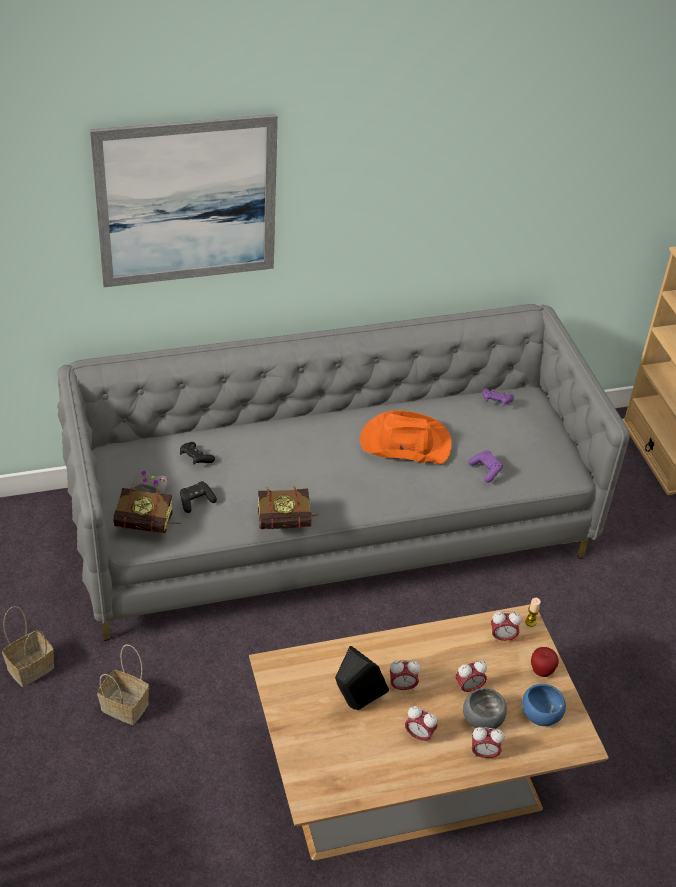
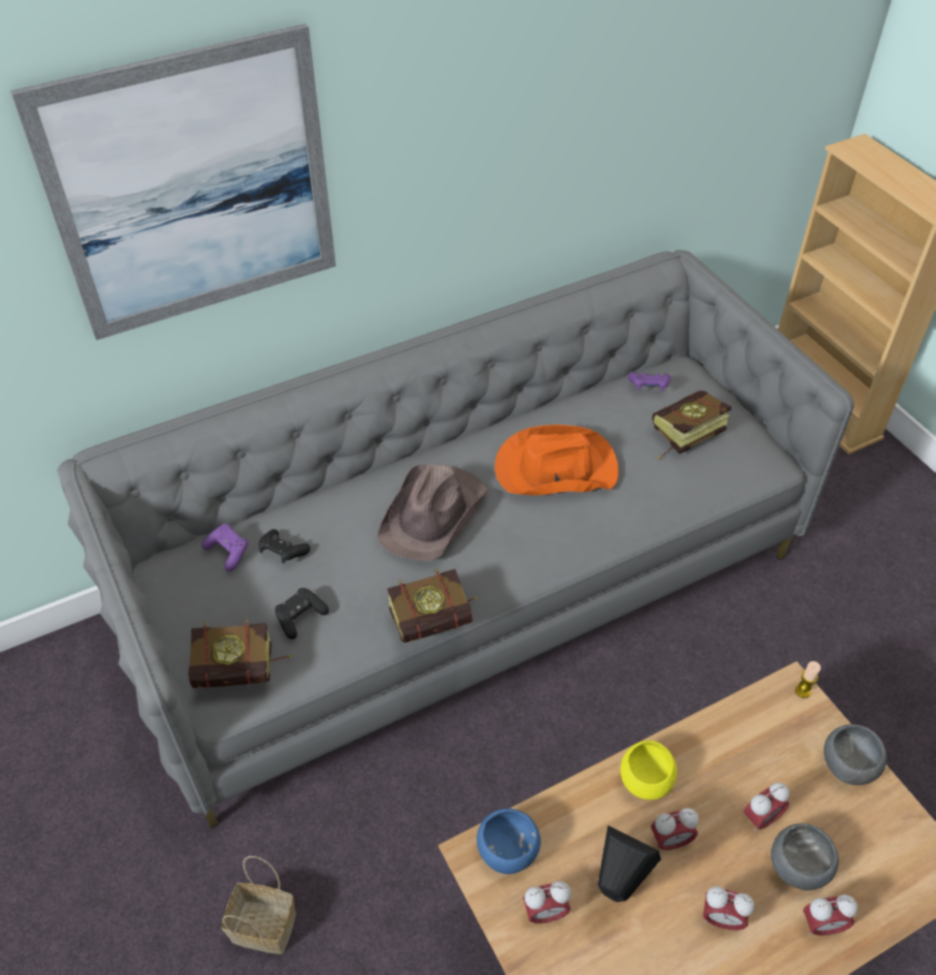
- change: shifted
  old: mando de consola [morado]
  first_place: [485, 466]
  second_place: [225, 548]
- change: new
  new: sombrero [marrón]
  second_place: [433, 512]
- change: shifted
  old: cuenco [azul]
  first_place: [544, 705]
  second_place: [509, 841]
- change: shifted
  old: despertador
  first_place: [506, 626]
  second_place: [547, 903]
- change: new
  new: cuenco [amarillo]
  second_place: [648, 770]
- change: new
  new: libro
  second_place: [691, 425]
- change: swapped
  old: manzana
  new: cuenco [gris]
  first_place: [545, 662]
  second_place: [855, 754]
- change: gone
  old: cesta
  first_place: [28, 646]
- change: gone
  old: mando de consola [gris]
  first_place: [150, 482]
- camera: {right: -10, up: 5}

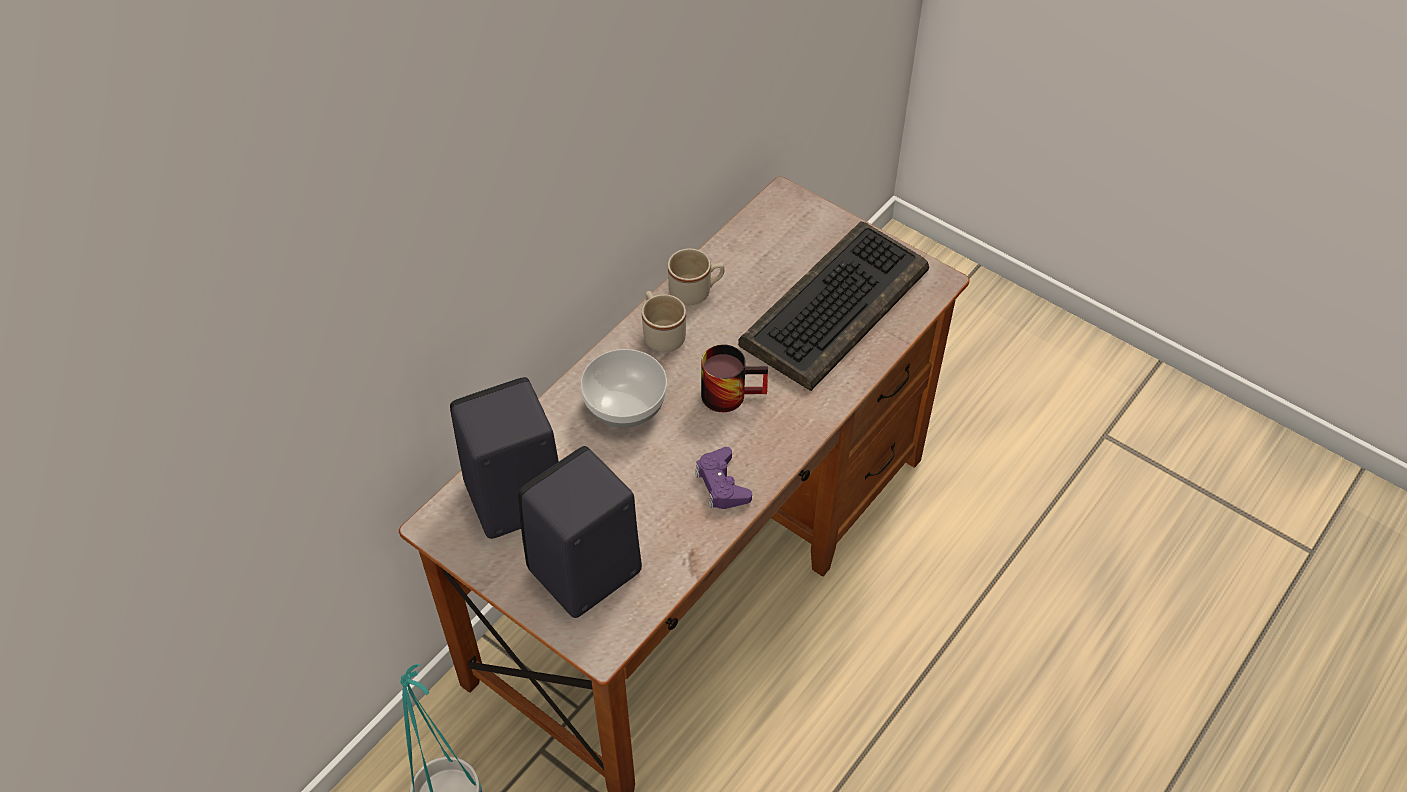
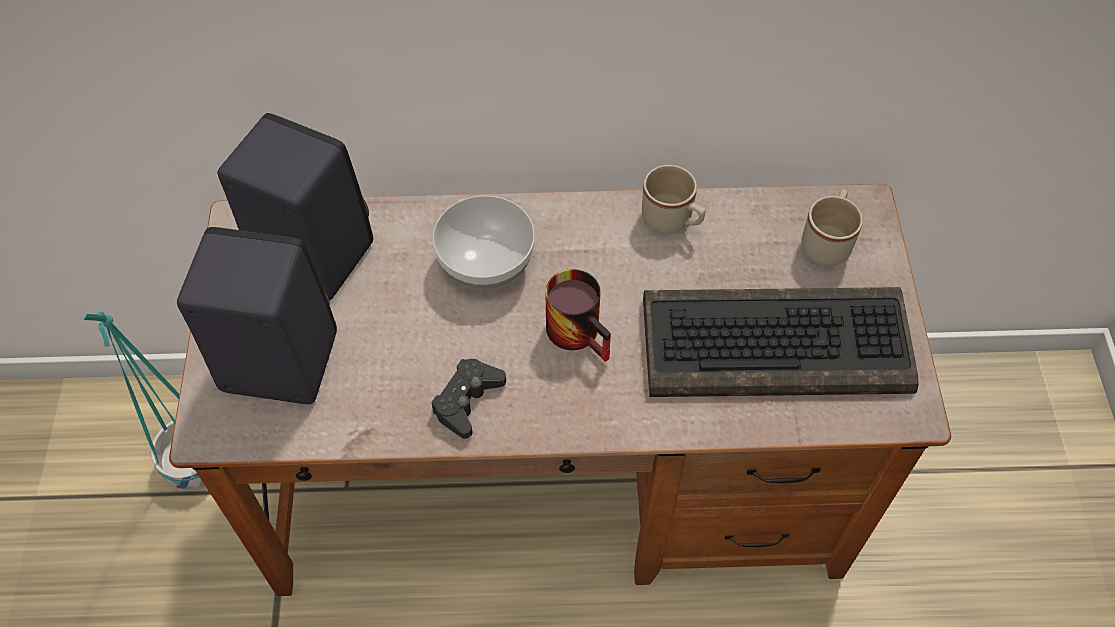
- change: repainted
  old: mando de consola [morado]
  new: mando de consola [negro]
  first_place: [723, 478]
  second_place: [468, 399]
- change: shifted
  old: taza grande [beis]
  first_place: [664, 321]
  second_place: [832, 227]
- camera: {right: 50, up: 5}

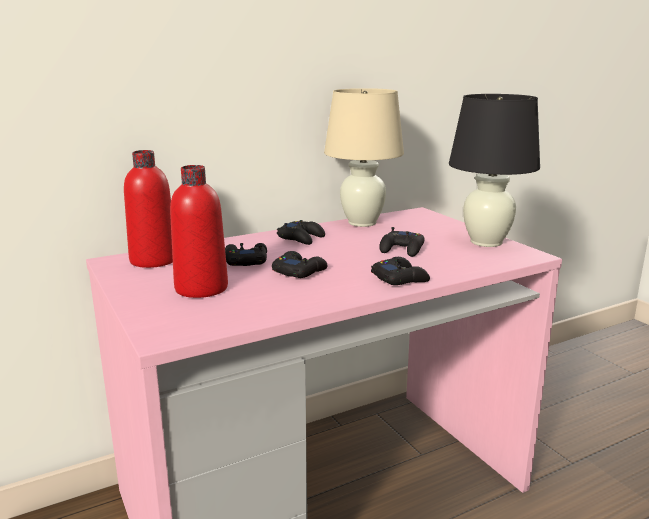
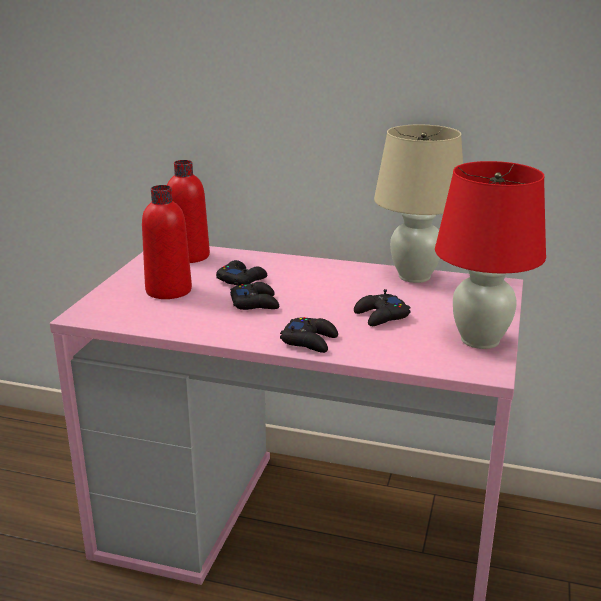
- change: repainted
  old: lámpara de mesa [negro]
  new: lámpara de mesa [rojo]
  first_place: [494, 170]
  second_place: [490, 255]
- change: gone
  old: mando de consola [negro]
  first_place: [301, 232]
- camera: {right: 45, up: 5}

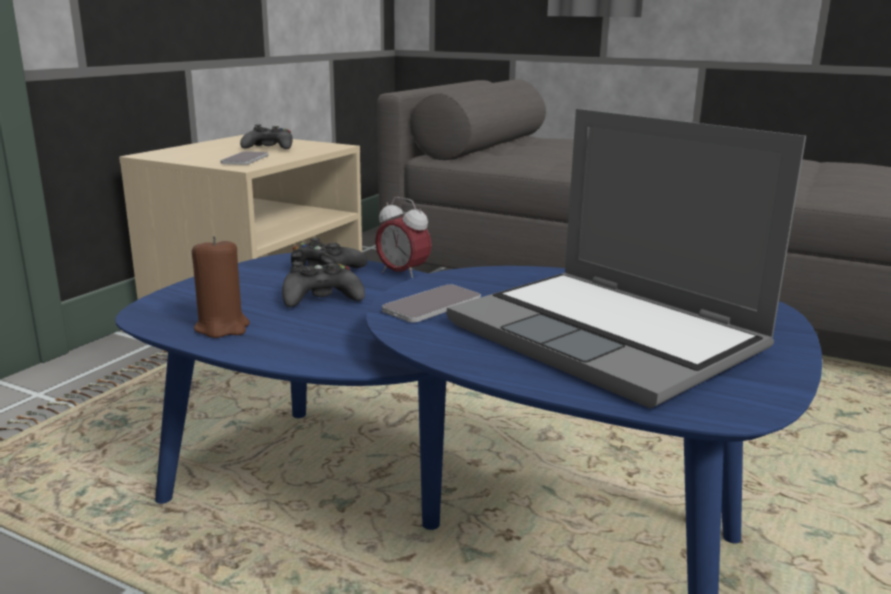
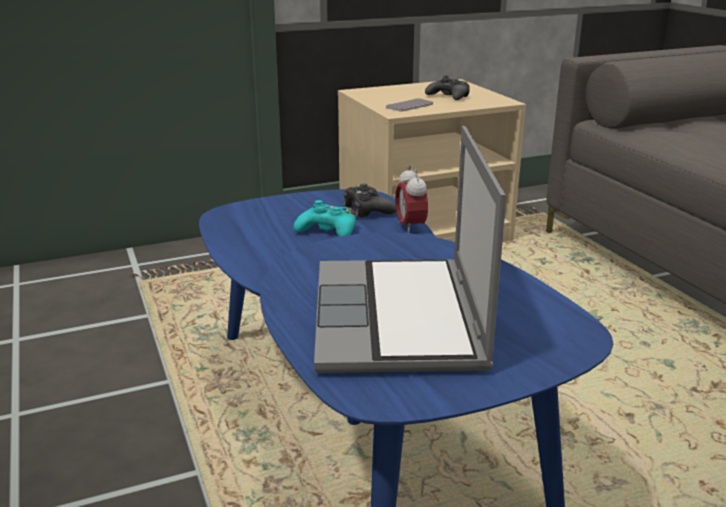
- change: repainted
  old: mando de consola [negro]
  new: mando de consola [turquesa]
  first_place: [323, 284]
  second_place: [325, 218]
- change: gone
  old: vela [marrón]
  first_place: [221, 287]
- change: gone
  old: móvil
  first_place: [431, 303]
- camera: {right: 40, up: 5}

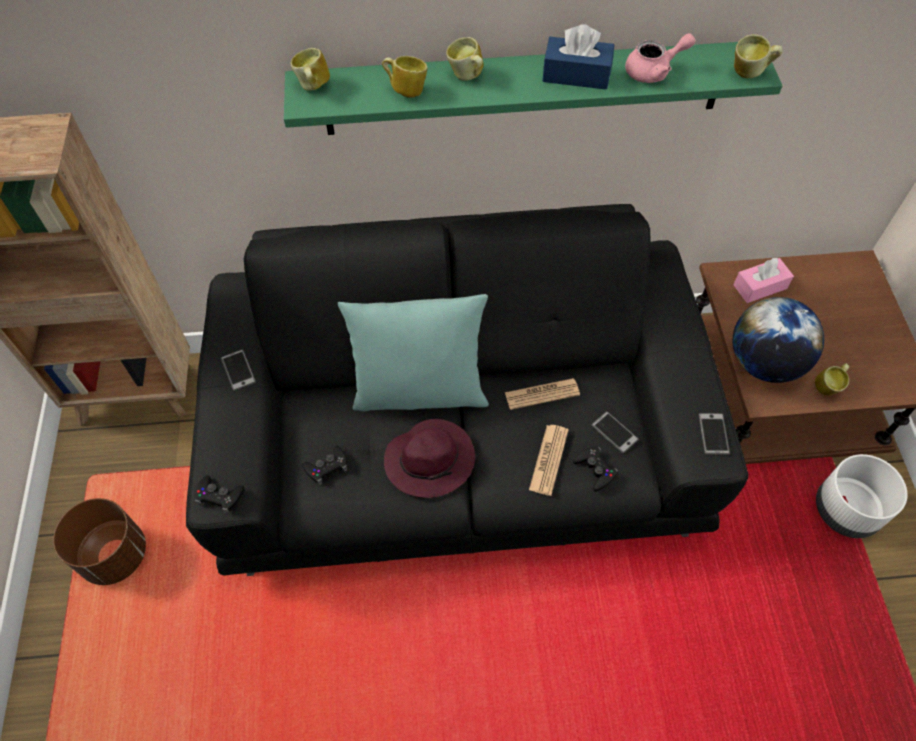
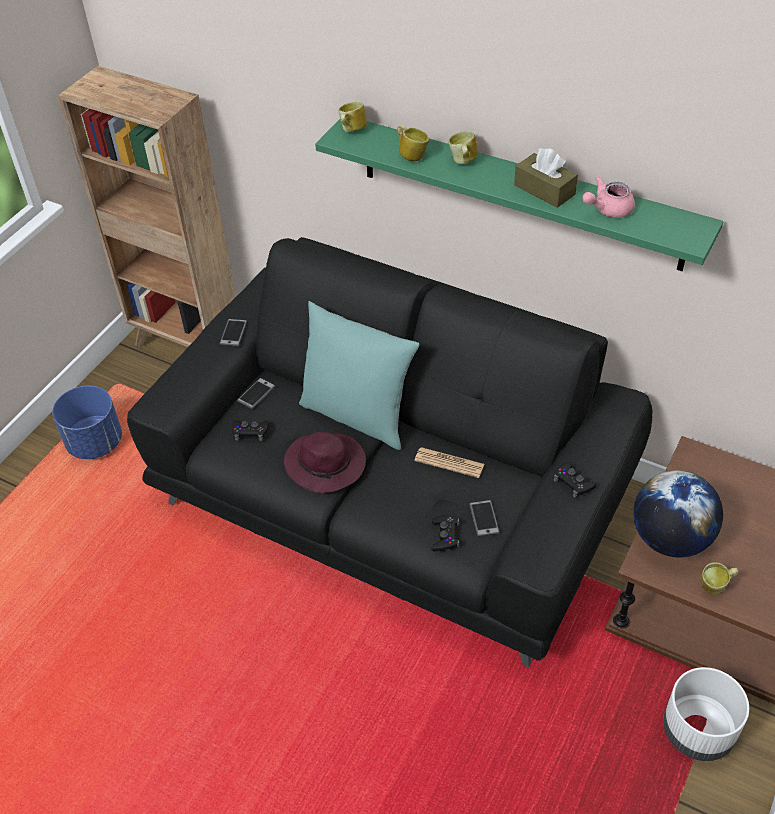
- change: repainted
  old: maceta [marrón]
  new: maceta [azul]
  first_place: [99, 541]
  second_place: [87, 422]
- change: shifted
  old: móvil
  first_place: [714, 434]
  second_place: [256, 393]
- change: repainted
  old: caja de pañuelos [azul]
  new: caja de pañuelos [marrón]
  first_place: [578, 57]
  second_place: [546, 178]
- change: shifted
  old: mando de consola [negro]
  first_place: [220, 494]
  second_place: [575, 480]
- change: rotated
  old: tetera [rosa]
  first_place: [660, 58]
  second_place: [608, 197]
  degrees: 135
- change: gone
  old: periódico
  first_place: [549, 460]
- change: gone
  old: caja de pañuelos [rosa]
  first_place: [763, 280]
- change: gone
  old: taza grande
  first_place: [758, 56]
- camera: {right: 35, up: -10}

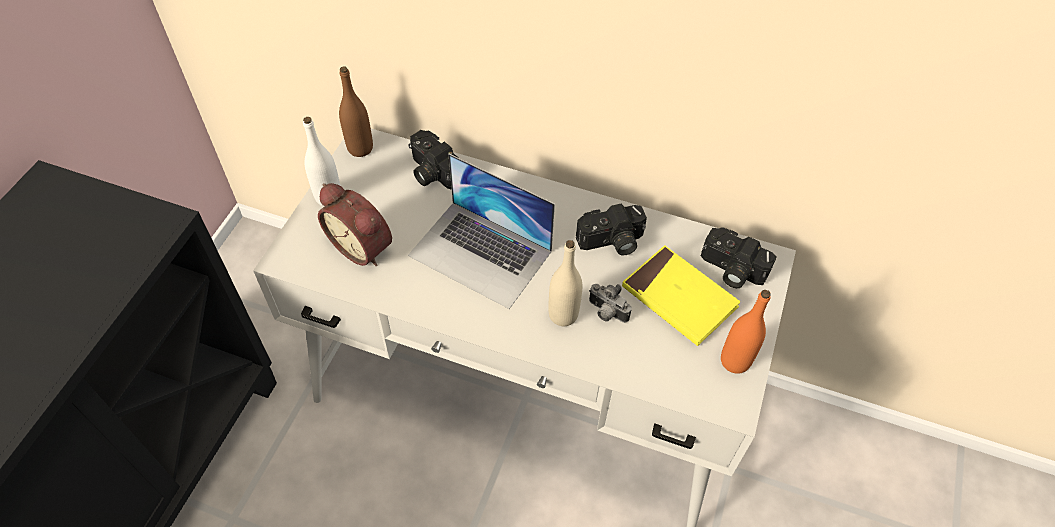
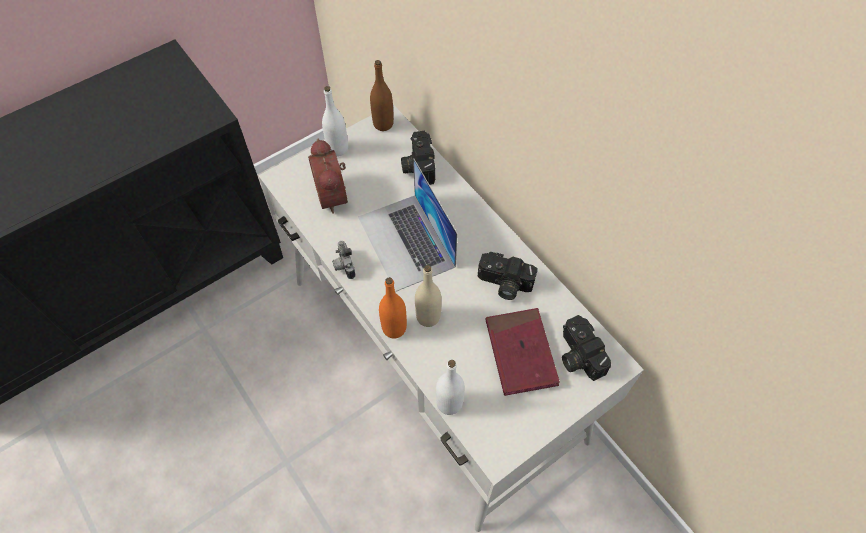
- change: shifted
  old: cámara
  first_place: [610, 303]
  second_place: [344, 260]
- change: shifted
  old: botella [naranja]
  first_place: [746, 332]
  second_place: [393, 308]
- change: new
  new: botella [blanco]
  second_place: [450, 387]
- change: repainted
  old: libro [amarillo]
  new: libro [rojo]
  first_place: [681, 295]
  second_place: [523, 352]
- camera: {right: 35, up: 5}

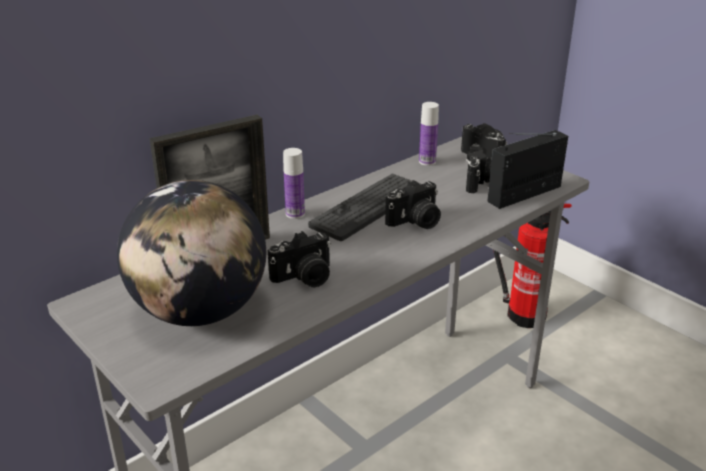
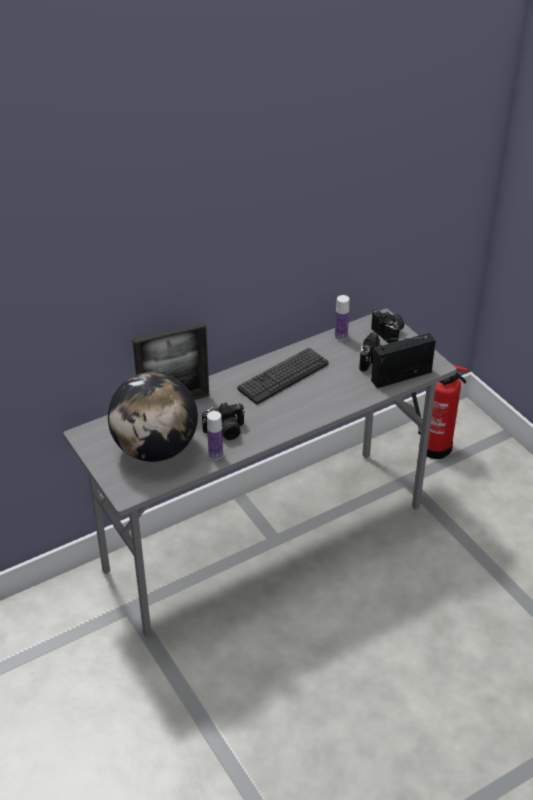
- change: shifted
  old: botella
  first_place: [294, 183]
  second_place: [215, 435]
- change: gone
  old: cámara
  first_place: [413, 204]
- camera: {right: 10, up: 10}

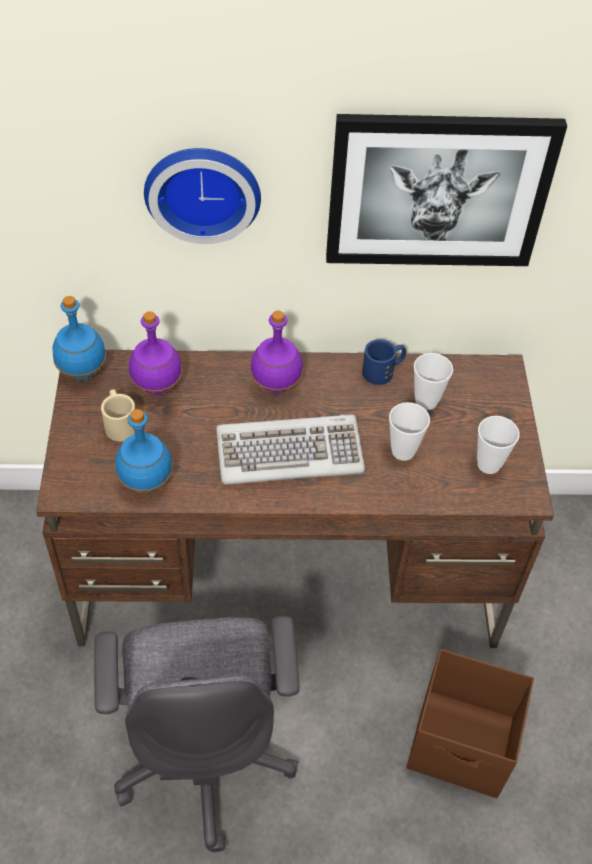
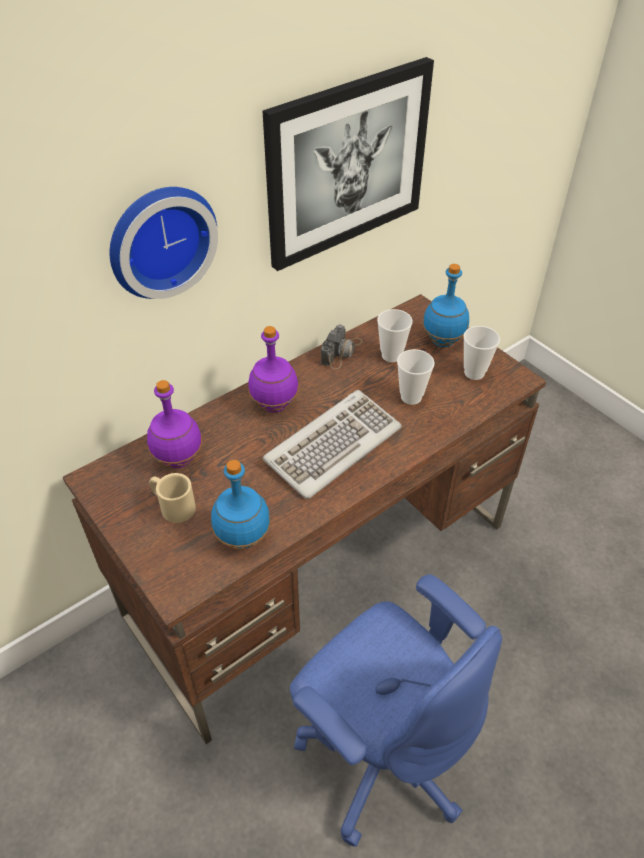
- change: repainted
  old: silla de oficina [gris]
  new: silla de oficina [azul]
  first_place: [196, 734]
  second_place: [396, 710]
- change: swapped
  old: taza grande [azul]
  new: cámara
  first_place: [384, 362]
  second_place: [342, 347]
- change: shifted
  old: botella [azul]
  first_place: [79, 338]
  second_place: [446, 305]
- change: gone
  old: caja de almacenaje [marrón]
  first_place: [470, 723]
- camera: {right: -35, up: -5}

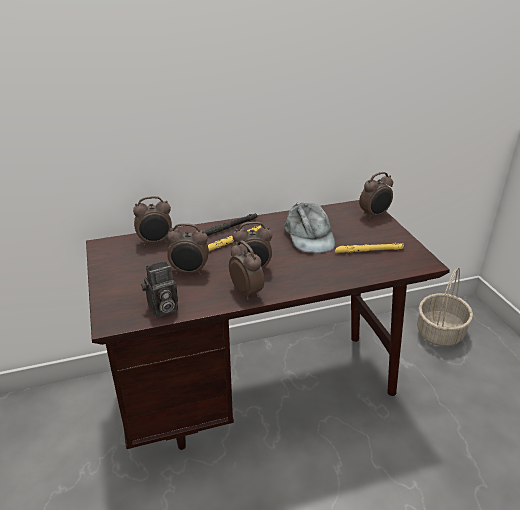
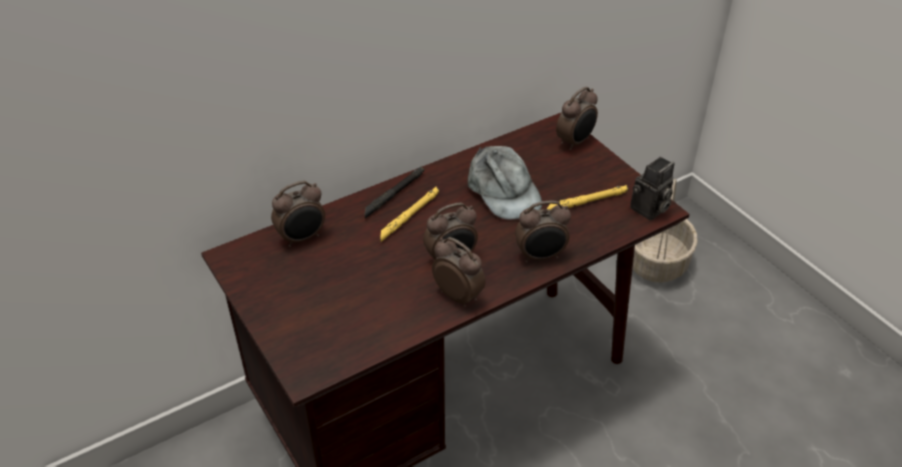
- change: shifted
  old: despertador
  first_place: [188, 249]
  second_place: [543, 231]
- change: shifted
  old: cámara
  first_place: [159, 289]
  second_place: [652, 188]
- camera: {right: -15, up: 10}

